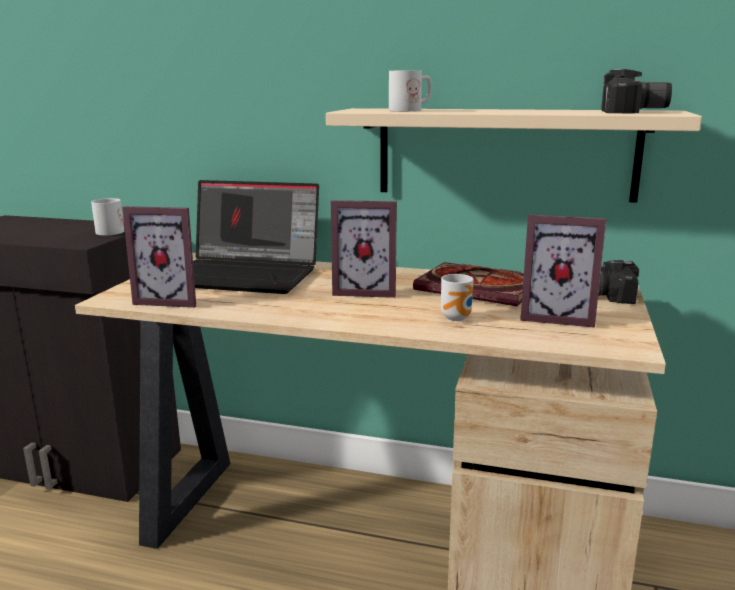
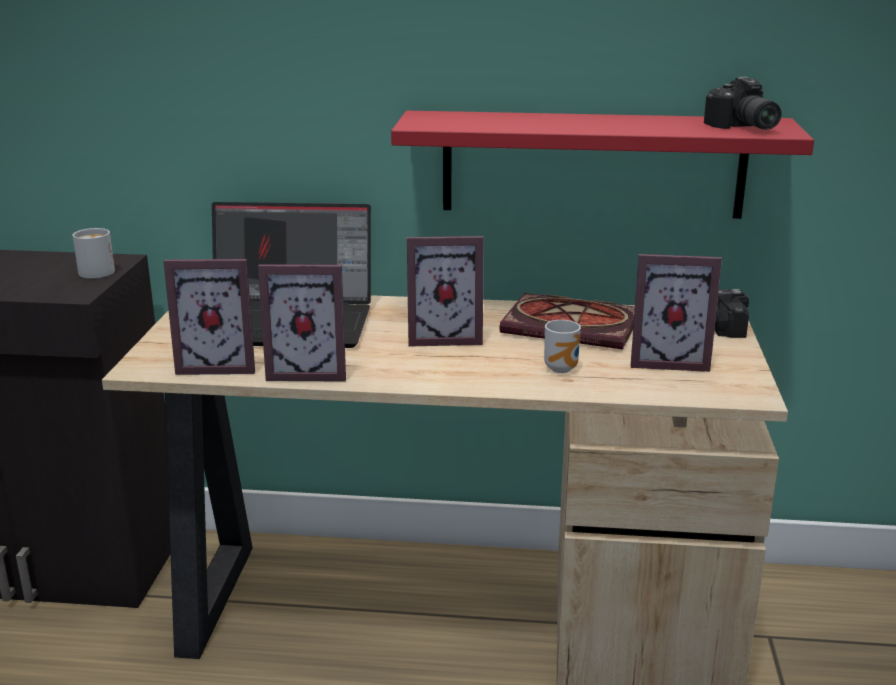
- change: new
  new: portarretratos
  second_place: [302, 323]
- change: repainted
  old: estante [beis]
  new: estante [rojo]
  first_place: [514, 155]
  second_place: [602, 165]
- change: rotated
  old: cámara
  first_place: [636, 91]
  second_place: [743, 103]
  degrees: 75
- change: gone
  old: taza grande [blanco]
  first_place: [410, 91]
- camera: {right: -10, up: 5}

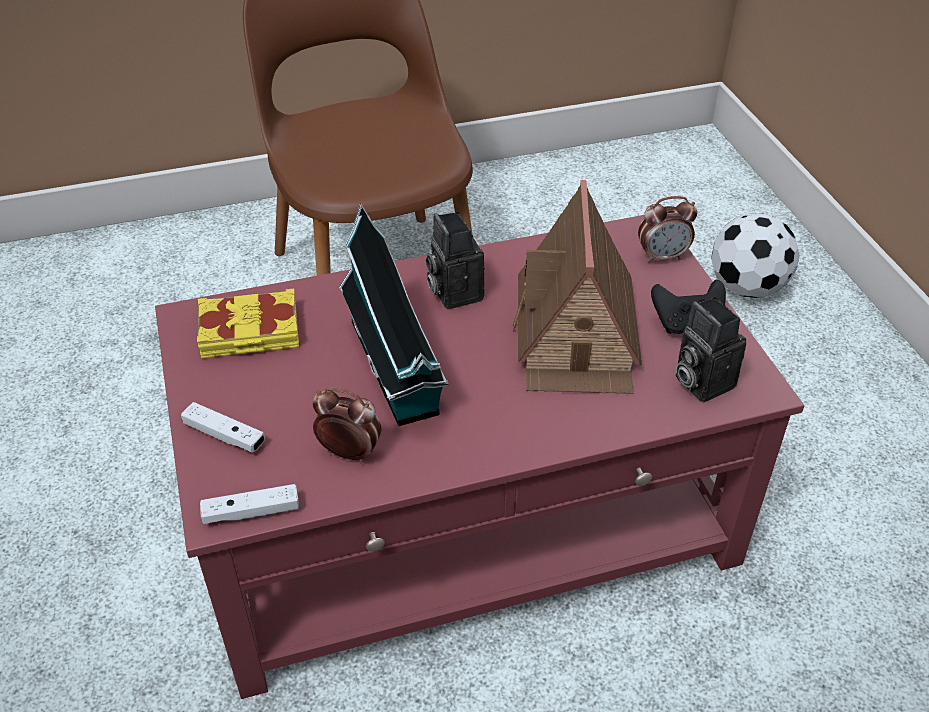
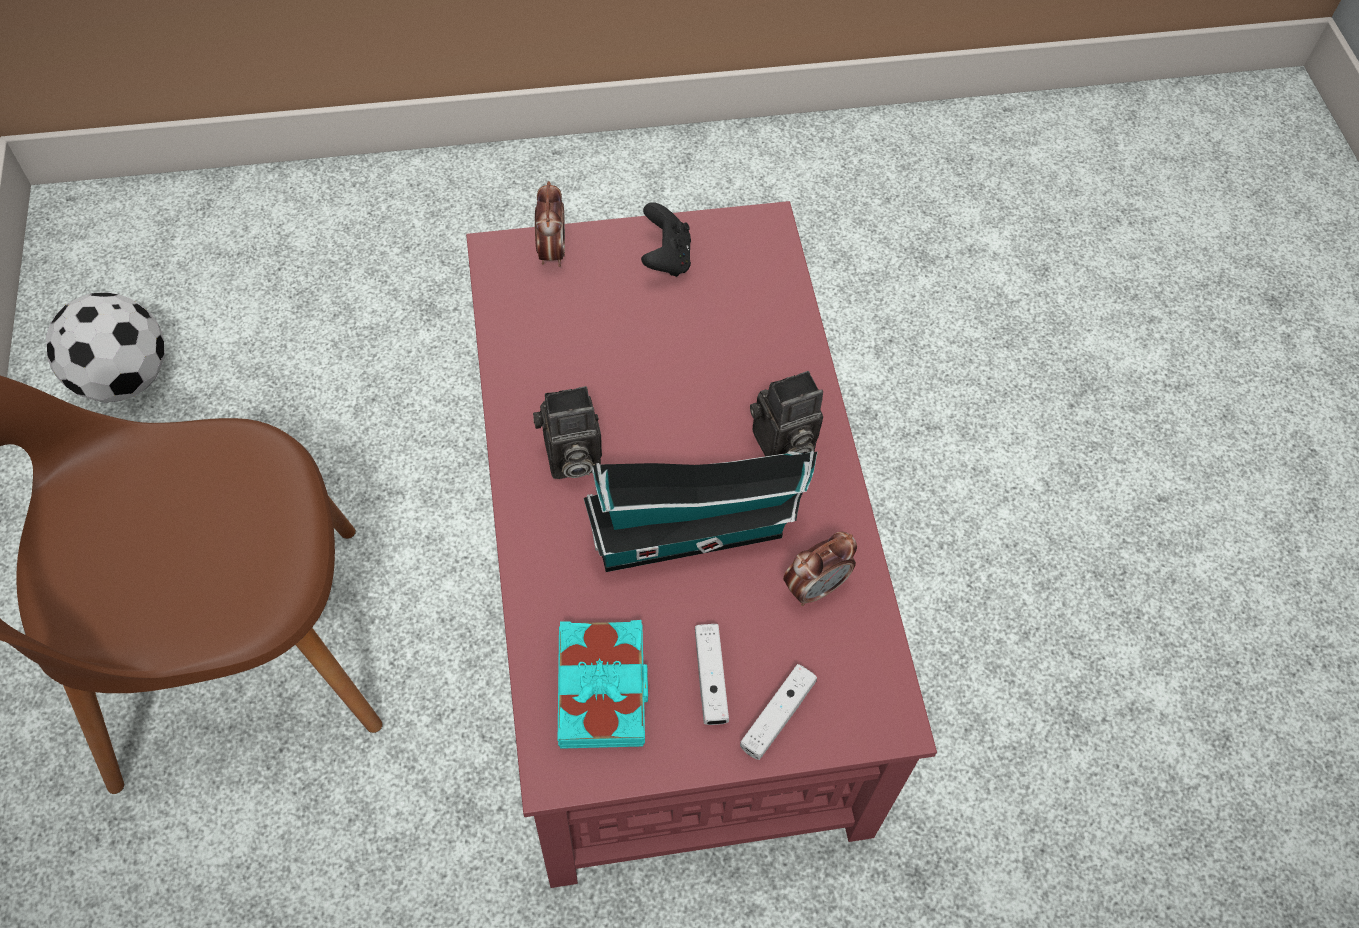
- change: shifted
  old: balón de fútbol
  first_place: [755, 255]
  second_place: [105, 347]
- change: repainted
  old: libro [amarillo]
  new: libro [turquesa]
  first_place: [248, 323]
  second_place: [603, 684]
- change: shifted
  old: mando de consola [blanco]
  first_place: [249, 504]
  second_place: [712, 674]
- change: shifted
  old: cámara
  first_place: [710, 349]
  second_place: [786, 413]
- change: rotated
  old: despertador
  first_place: [347, 425]
  second_place: [820, 569]
  degrees: -150
- change: gone
  old: casita
  first_place: [577, 287]
- camera: {right: -85, up: 15}

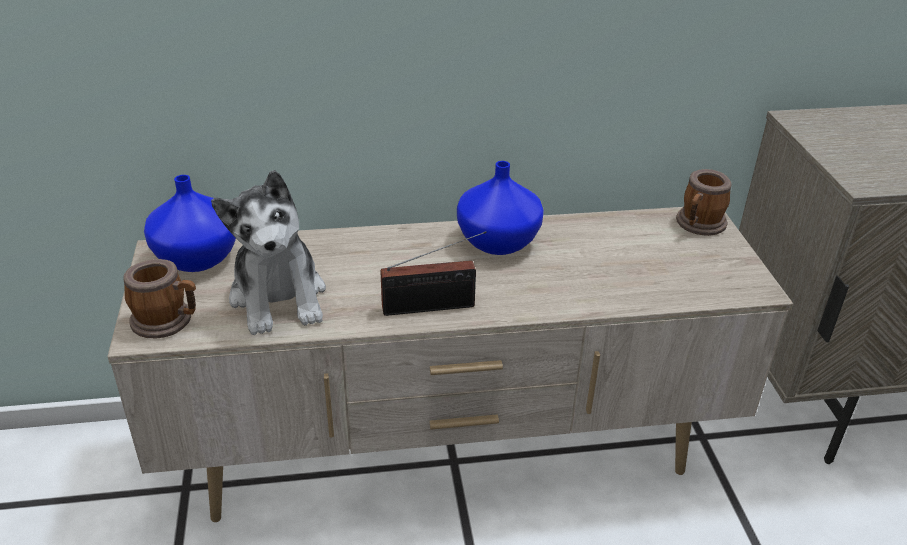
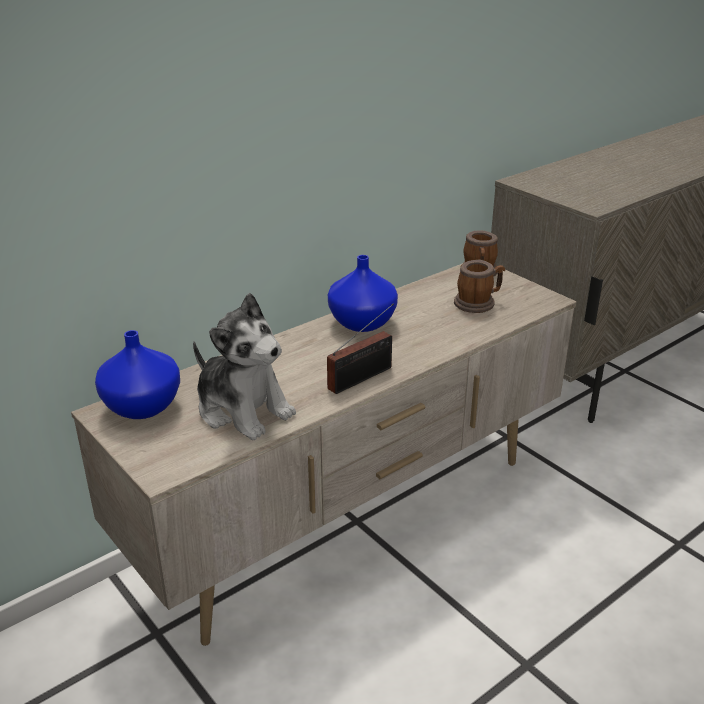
- change: shifted
  old: taza grande
  first_place: [159, 298]
  second_place: [479, 286]
- camera: {right: -30, up: -5}

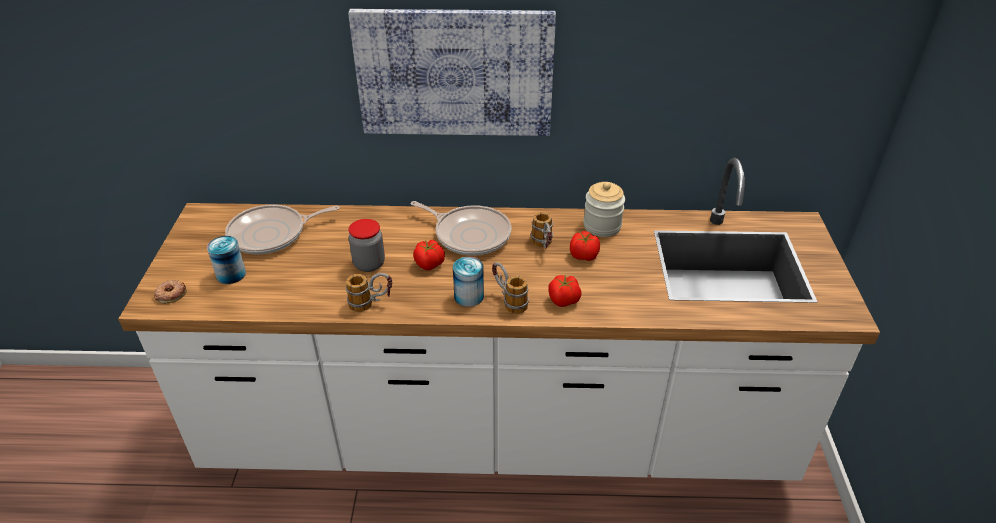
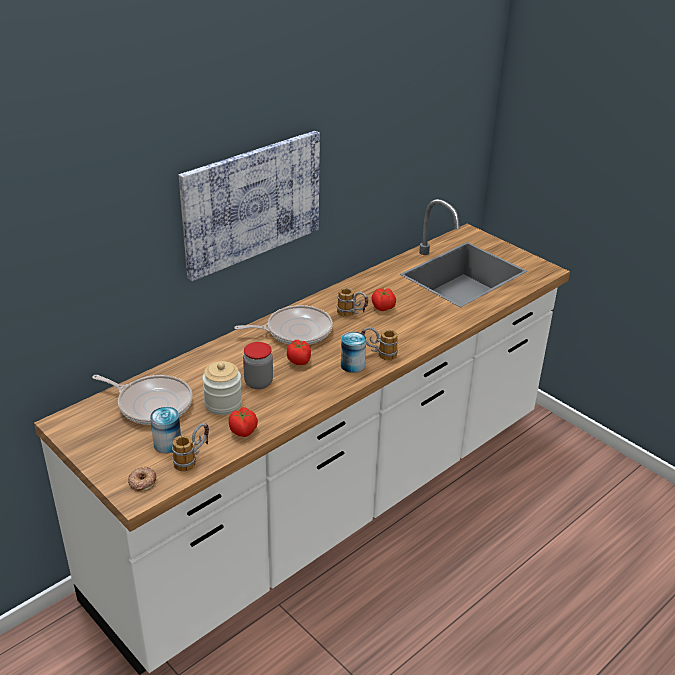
- change: rotated
  old: sartén
  first_place: [282, 229]
  second_place: [142, 400]
  degrees: -90
- change: shifted
  old: taza grande
  first_place: [369, 292]
  second_place: [190, 447]
- change: shifted
  old: tarro
  first_place: [604, 209]
  second_place: [222, 388]
- change: shifted
  old: tomate
  first_place: [565, 291]
  second_place: [243, 422]
- camera: {right: -45, up: -5}

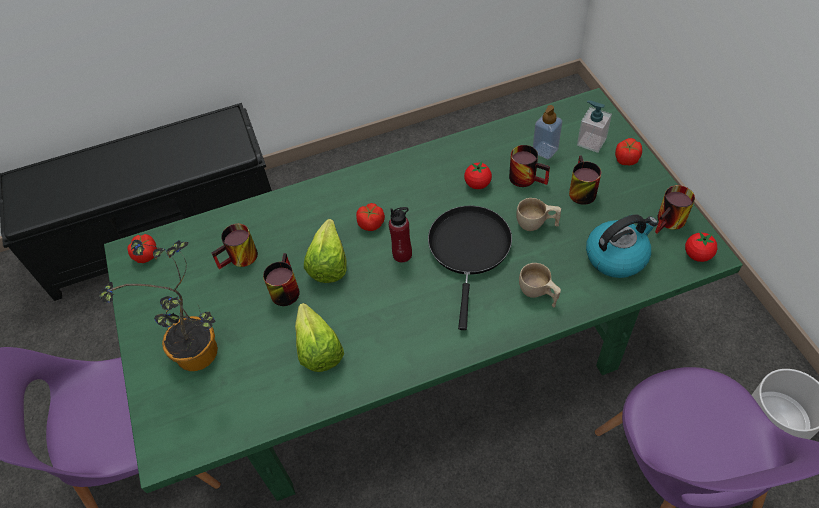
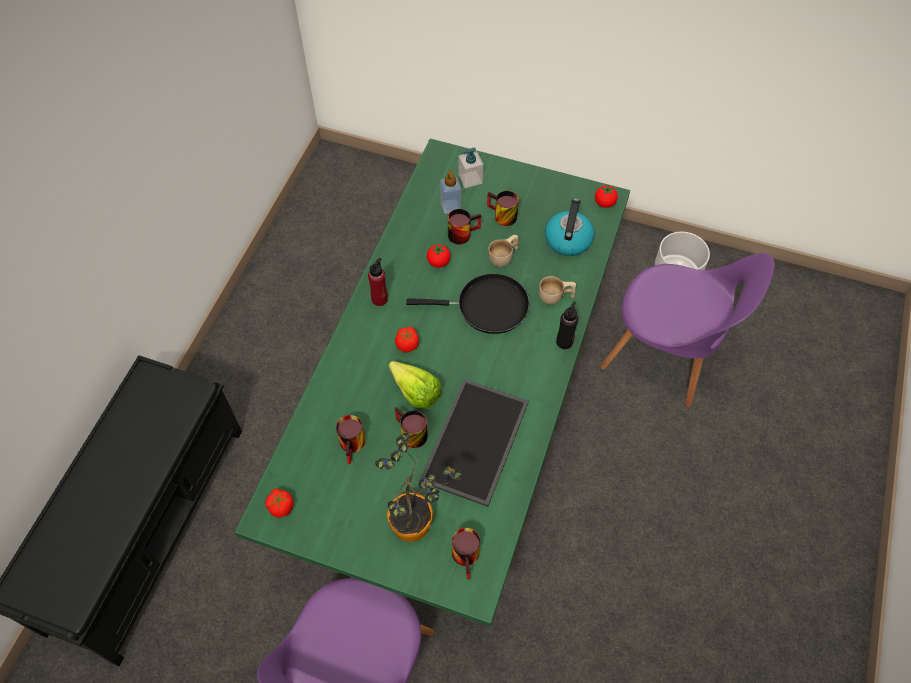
- change: shifted
  old: botella [rojo]
  first_place: [400, 235]
  second_place: [378, 282]
- change: rotated
  old: sartén [negro]
  first_place: [470, 268]
  second_place: [468, 303]
  degrees: 135
- change: swapped
  old: lechuga
  new: bandeja
  first_place: [319, 337]
  second_place: [474, 443]
- change: shifted
  old: taza grande
  first_place: [675, 209]
  second_place: [466, 554]
- change: new
  new: botella [negro]
  second_place: [567, 325]
- change: gone
  old: tomate
  first_place: [628, 152]
- camera: {right: -55, up: 5}

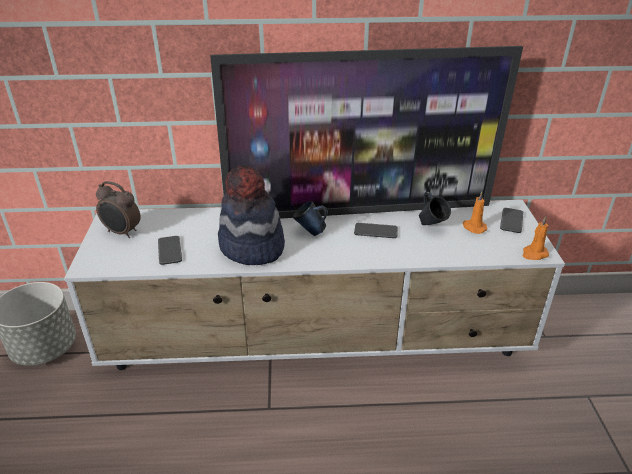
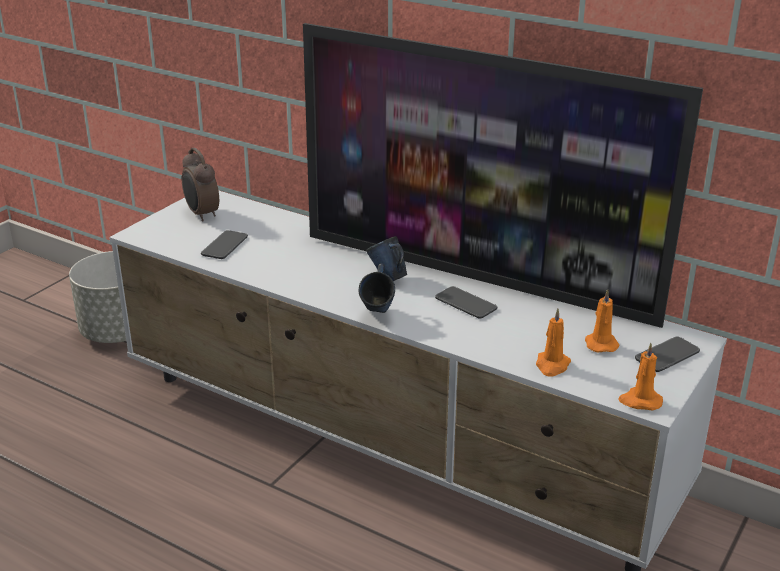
- change: shifted
  old: taza grande [azul]
  first_place: [435, 208]
  second_place: [377, 288]
- change: new
  new: vela [naranja]
  second_place: [553, 342]
- change: gone
  old: sombrero
  first_place: [251, 215]
- camera: {right: 35, up: -5}

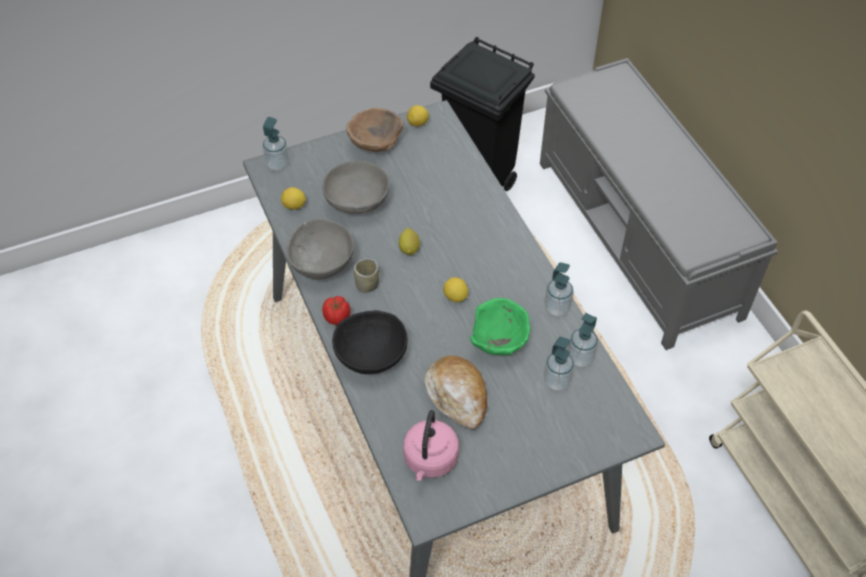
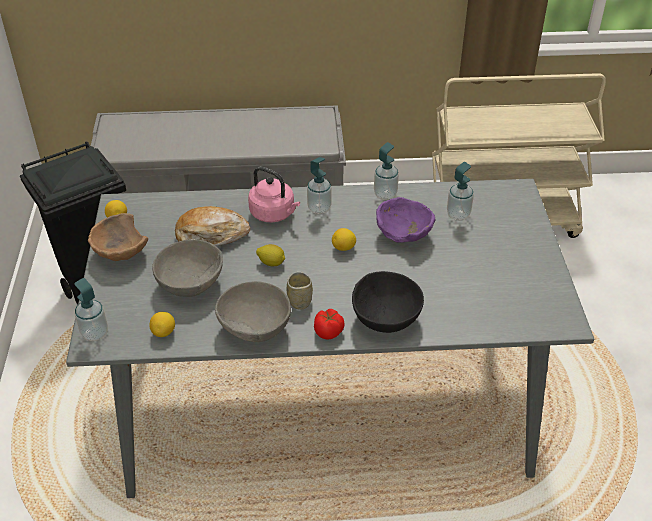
- change: shifted
  old: pan
  first_place: [456, 393]
  second_place: [212, 226]
- change: shifted
  old: hervidor [rosa]
  first_place: [431, 445]
  second_place: [274, 194]
- change: shifted
  old: dispensador de jabón
  first_place: [583, 340]
  second_place: [319, 185]
- change: repainted
  old: cuenco [verde]
  new: cuenco [morado]
  first_place: [500, 326]
  second_place: [405, 220]
- camera: {right: -70, up: -10}

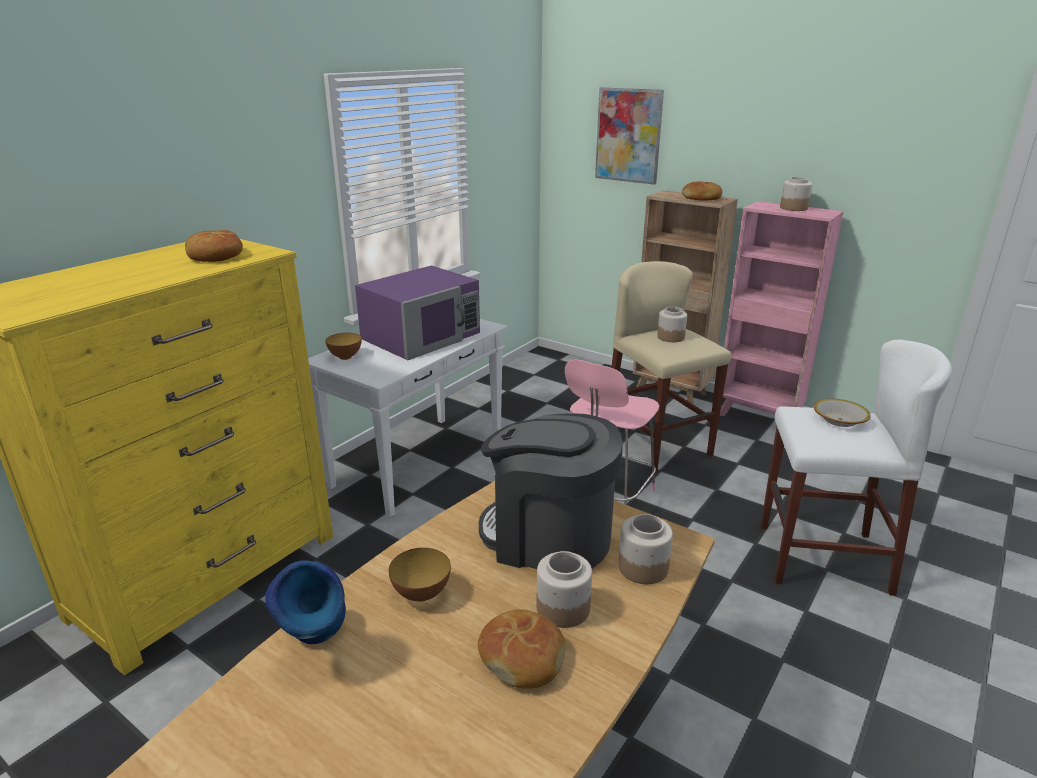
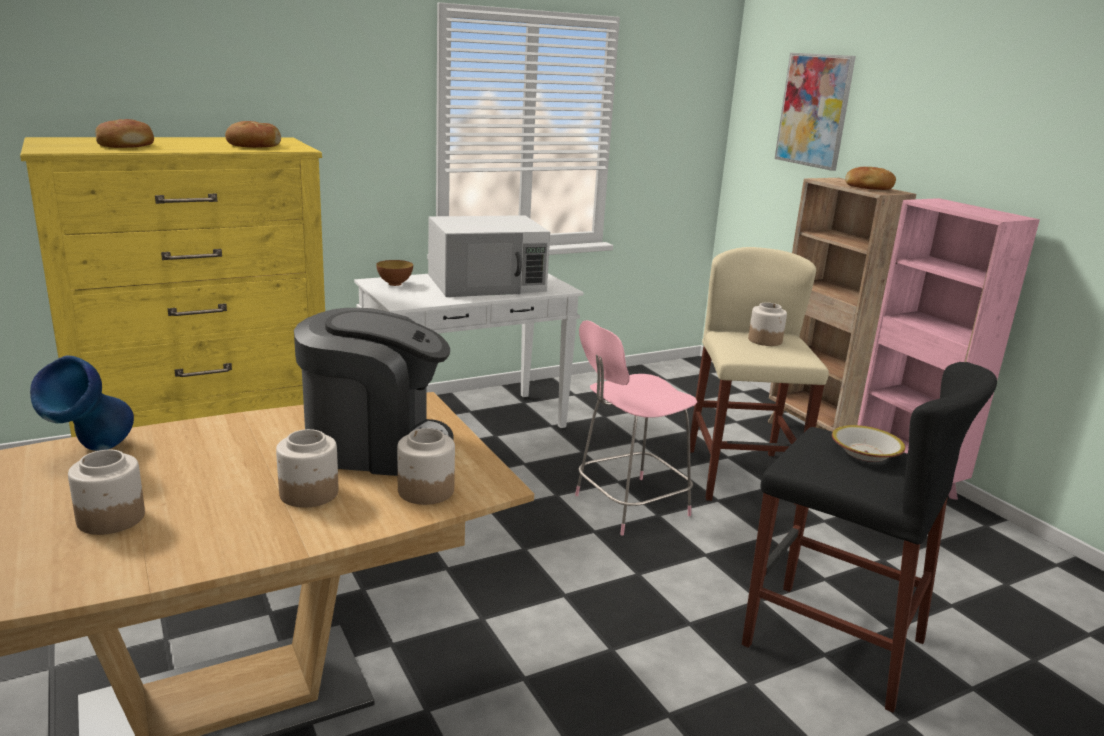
- change: shifted
  old: tarro
  first_place: [796, 194]
  second_place: [106, 492]
- change: shifted
  old: pan
  first_place: [522, 648]
  second_place: [124, 133]
- change: rotated
  old: cafetera
  first_place: [551, 491]
  second_place: [374, 392]
  degrees: 135
- change: repainted
  old: microondas [morado]
  new: microondas [blanco]
  first_place: [417, 312]
  second_place: [489, 256]
- change: repainted
  old: taburete [blanco]
  new: taburete [negro]
  first_place: [856, 468]
  second_place: [869, 537]
- change: gone
  old: cuenco
  first_place: [420, 574]
- camera: {right: 25, up: -5}

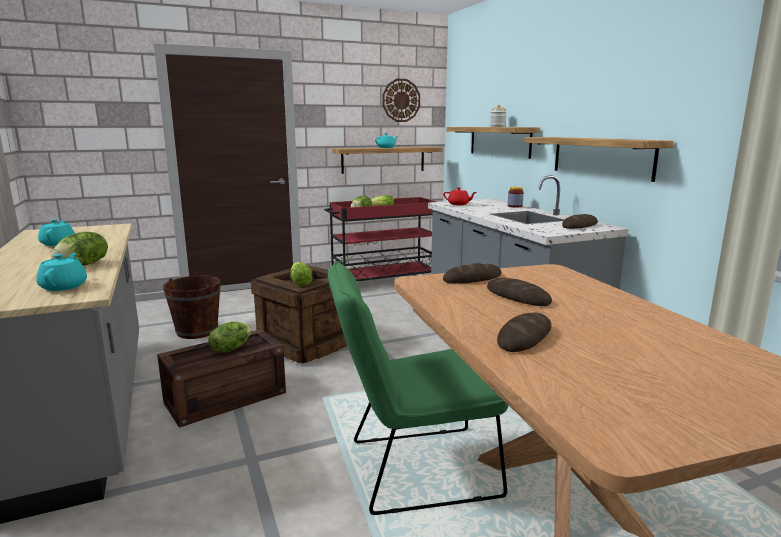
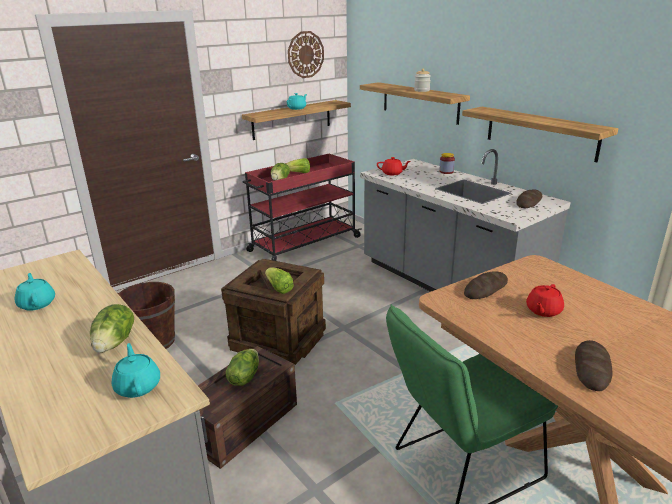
- change: swapped
  old: pan
  new: tetera [rojo]
  first_place: [519, 292]
  second_place: [545, 300]
- camera: {right: -15, up: 10}

